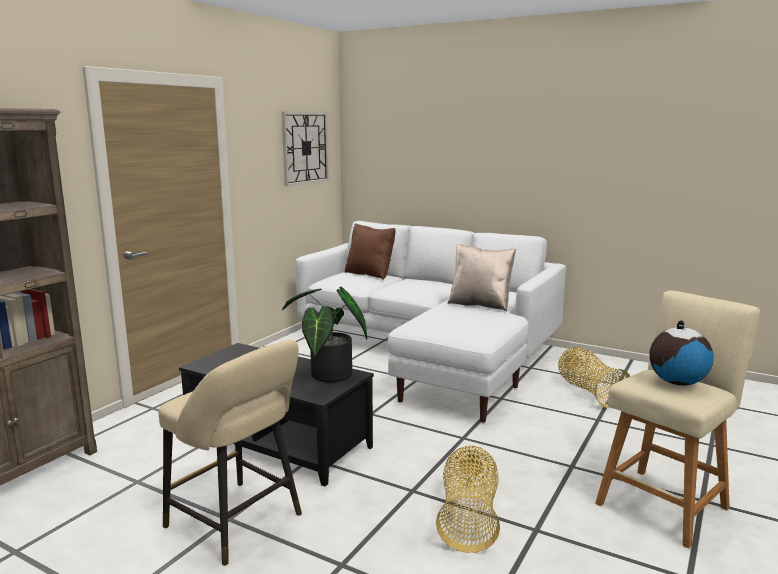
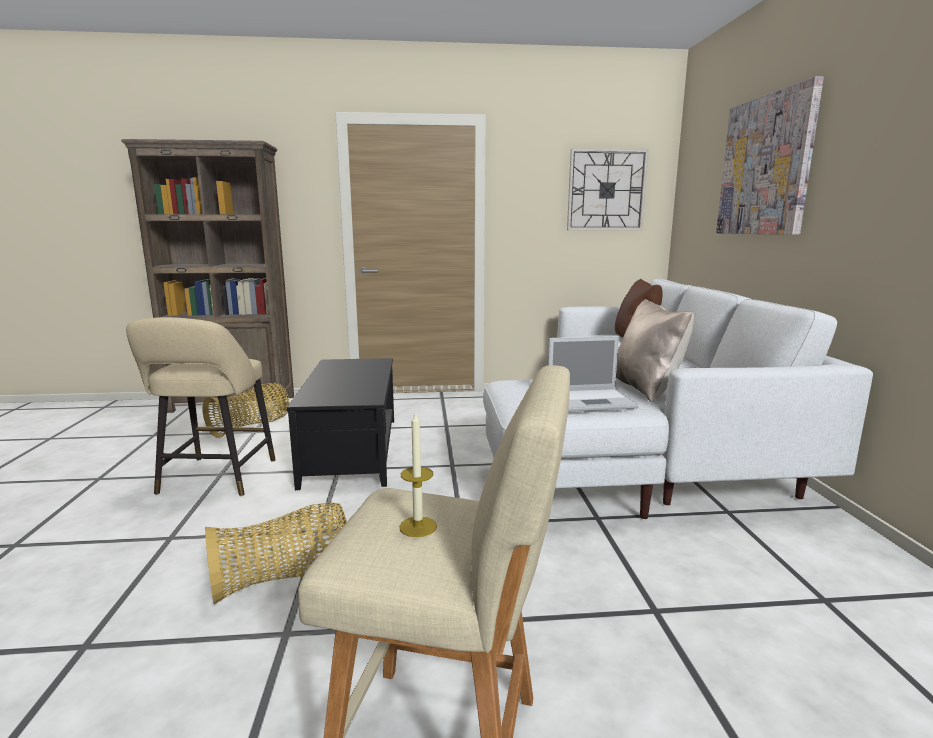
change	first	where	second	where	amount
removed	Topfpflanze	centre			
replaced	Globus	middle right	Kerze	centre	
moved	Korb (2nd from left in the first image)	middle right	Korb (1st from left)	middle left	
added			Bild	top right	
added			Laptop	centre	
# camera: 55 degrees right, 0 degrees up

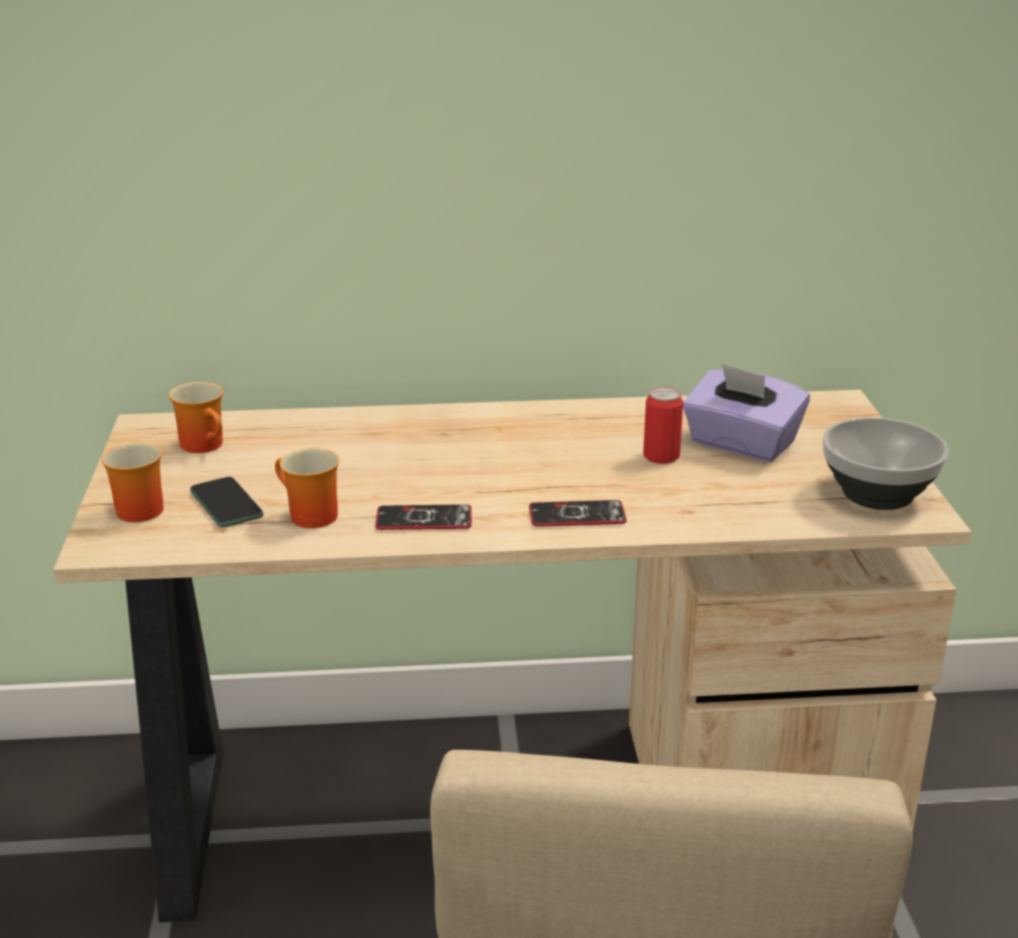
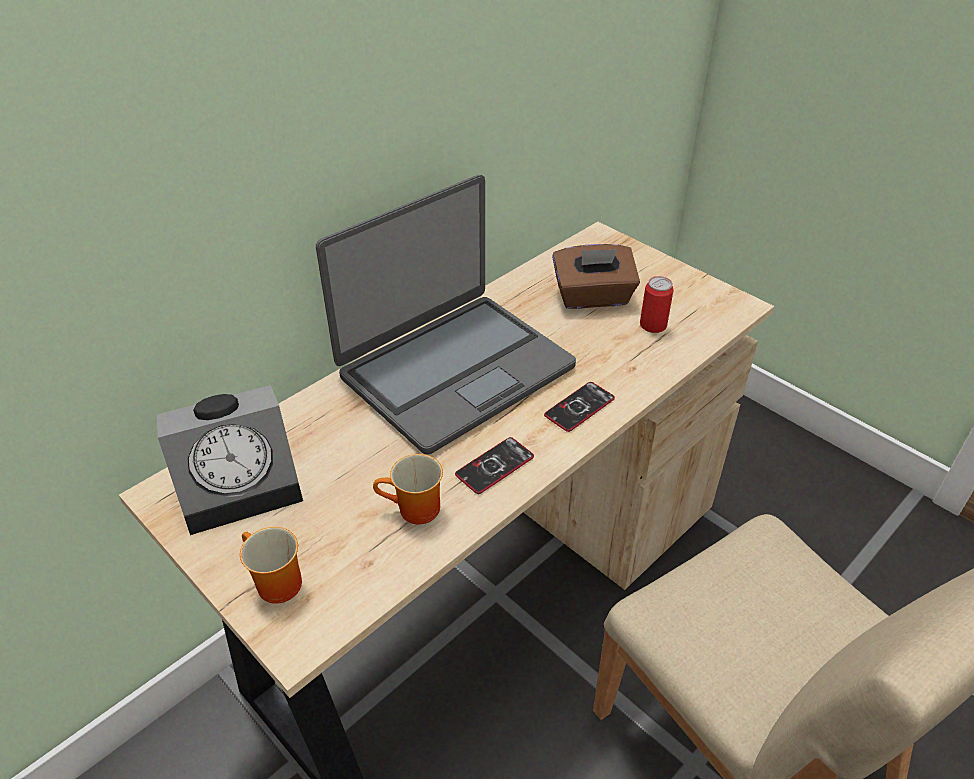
change	first	where	second	where	amount
recoloured	Taschentuchbox/lila	middle right	Taschentuchbox/braun	centre	
replaced	Henkelbecher (2nd from left)	middle left	Wecker	middle left	
moved	Dose	centre		middle right	
removed	Schüssel	middle right			
removed	Handy (1st from left)	middle left			
added			Laptop	centre	
# camera: 40 degrees left, 15 degrees up

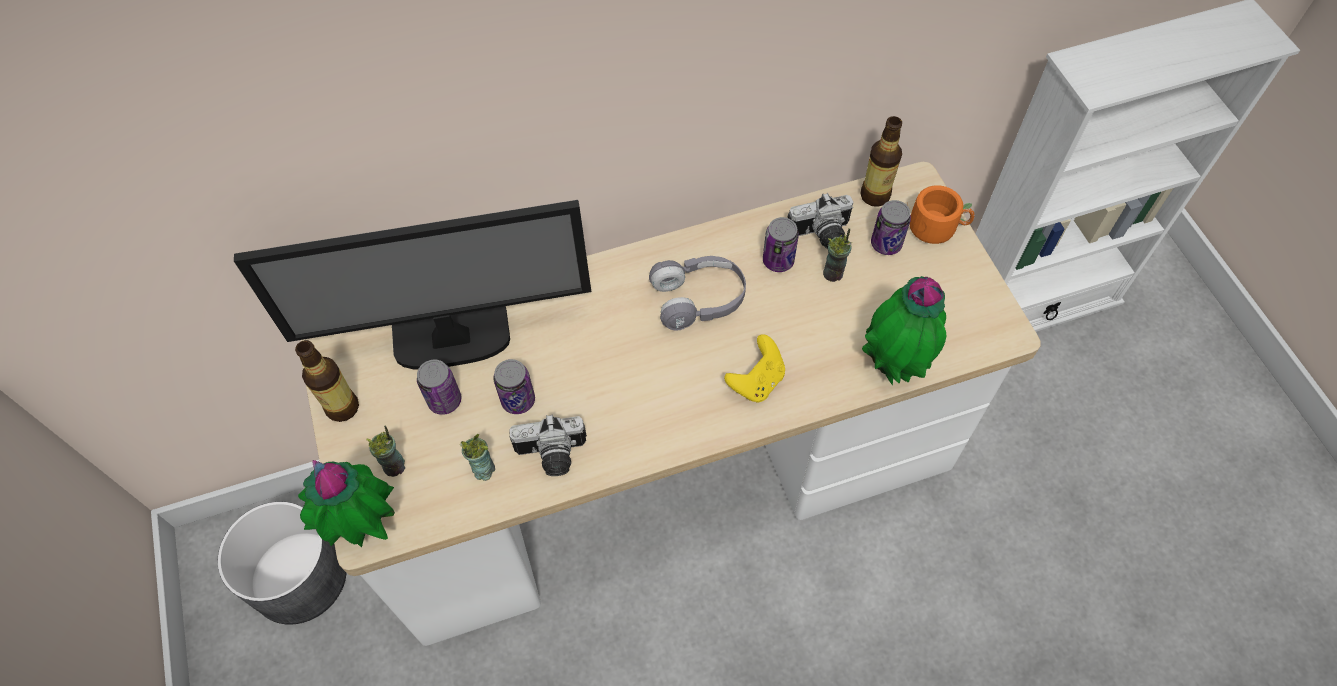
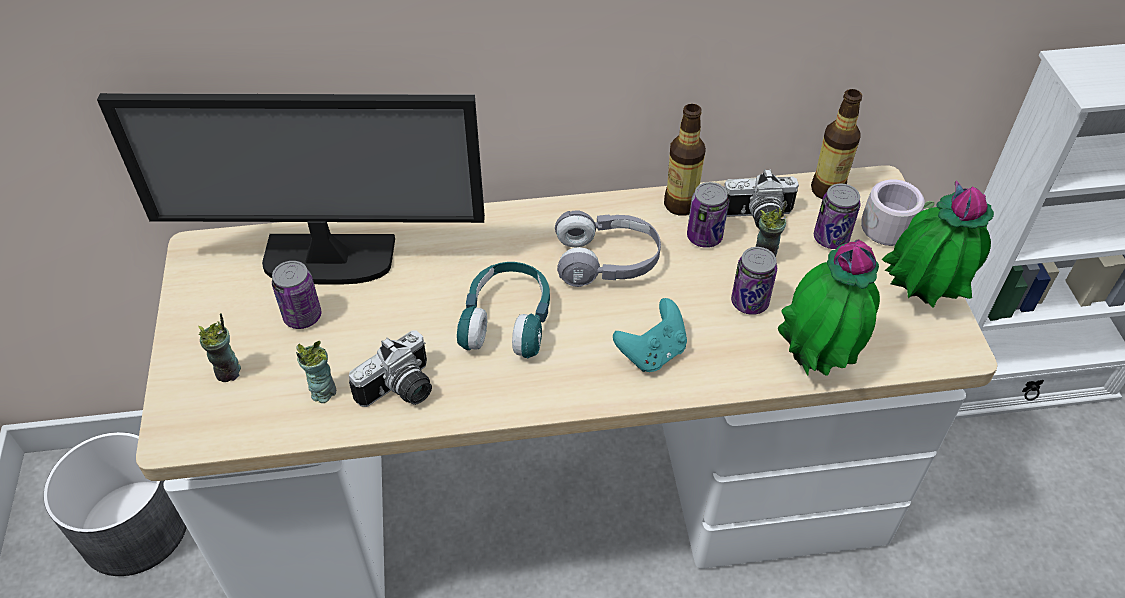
change	first	where	second	where	amount
recoloured	Henkelbecher/orange	top right	Henkelbecher/grau	middle right	
recoloured	Gamepad/gelb	centre	Gamepad/türkis	centre	
moved	Flasche (1st from left)	middle left		top centre	
moved	Dose (2nd from left in the first image)	centre	Dose (3rd from left)	middle right	
turned	Kamera (1st from left)	centre		centre	45 degrees counterclockwise
moved	Topfpflanze (1st from left in the first image)	bottom left	Topfpflanze (2nd from left)	middle right	
added			Kopfhörer/türkis	centre	
# camera: 10 degrees right, 10 degrees down

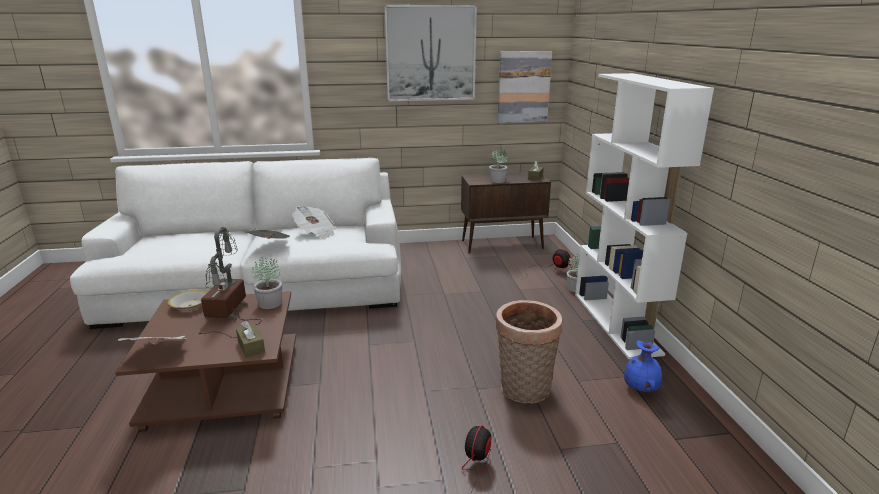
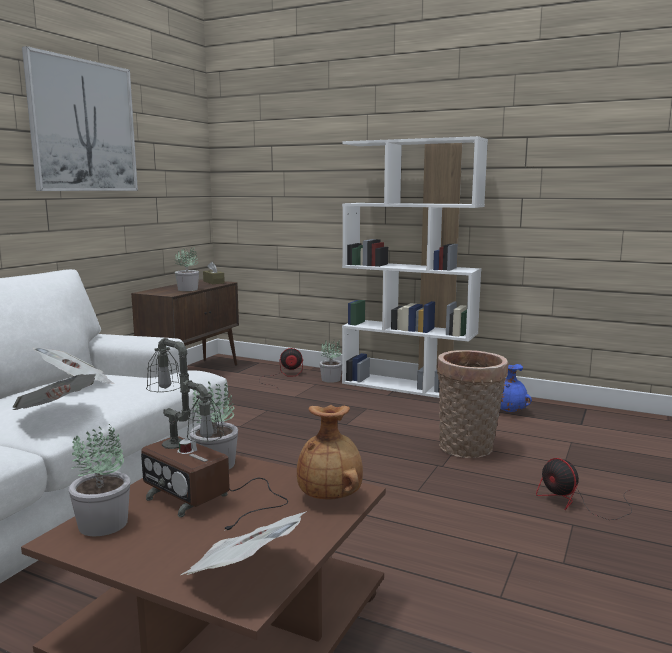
change	first	where	second	where	amount
removed	Bild (2nd from left)	top centre			
replaced	Schüssel	middle left	Topfpflanze (1st from left)	bottom left	
replaced	Taschentuchbox/braun (1st from left)	bottom left	Vase/braun	bottom centre	
# camera: 55 degrees left, 10 degrees down

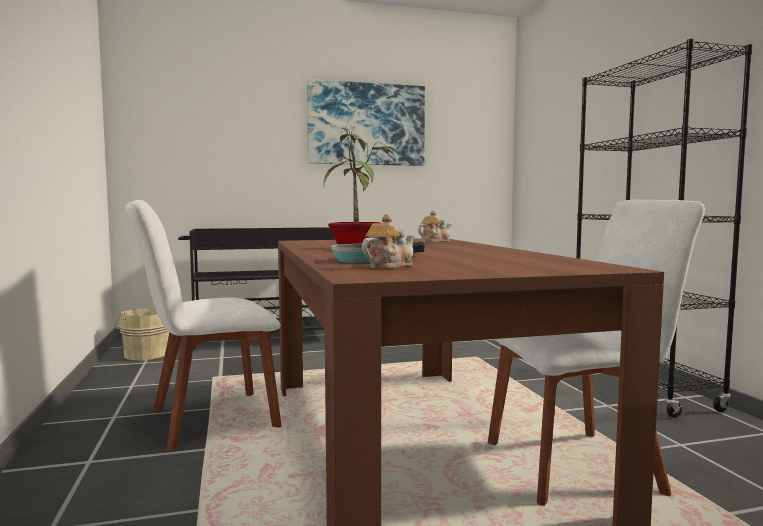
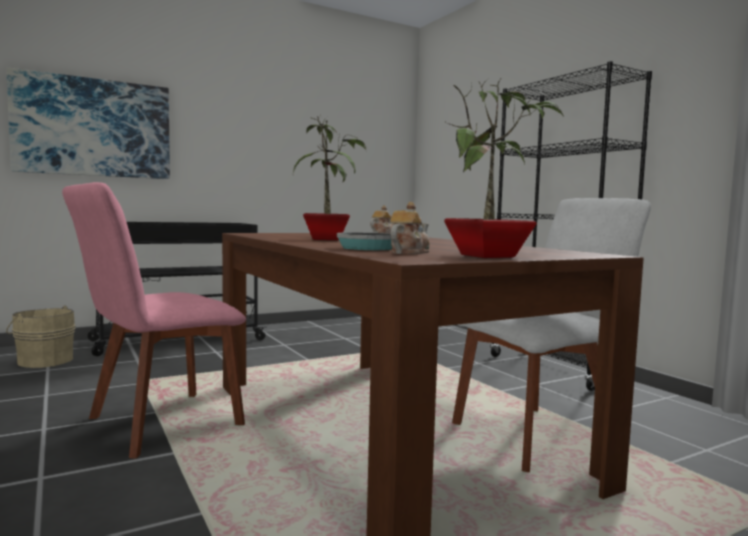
change	first	where	second	where	amount
moved	Bild	top centre		top left	
recoloured	Stuhl/weiß (1st from left)	middle left	Stuhl/rosa	middle left	
added			Topfpflanze (2nd from left)	top right	
# camera: 15 degrees left, 0 degrees up

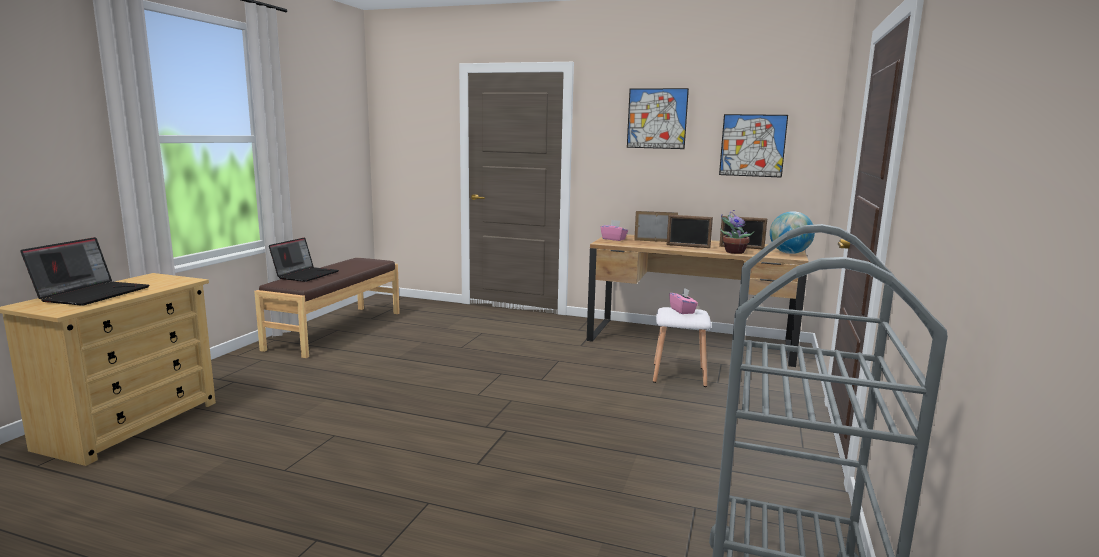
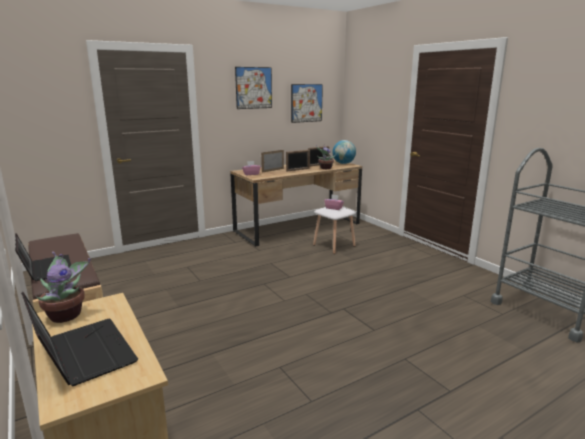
change	first	where	second	where	amount
added			Topfpflanze (1st from left)	middle left	
# camera: 50 degrees left, 5 degrees up

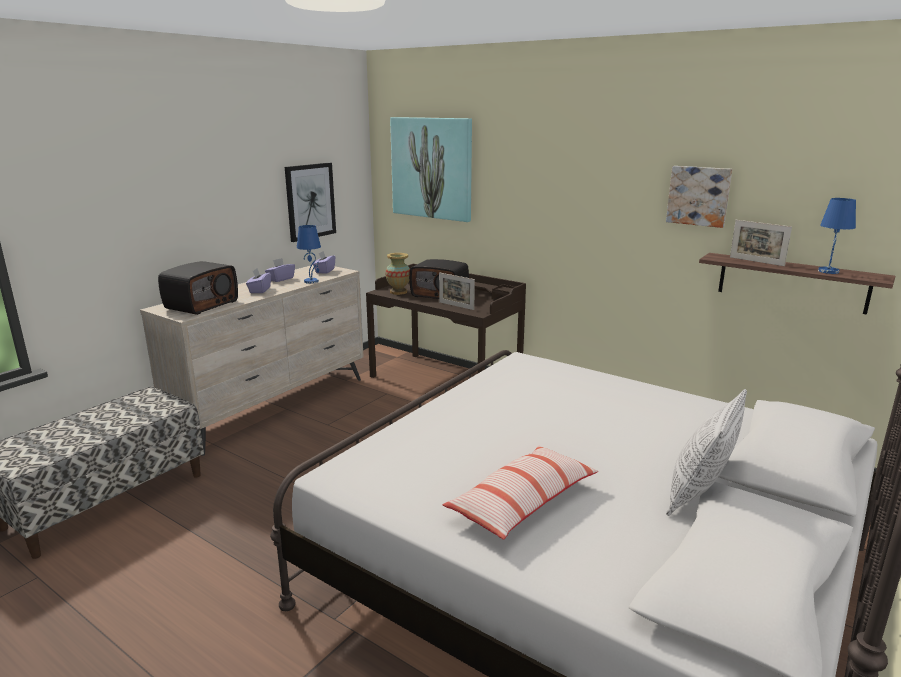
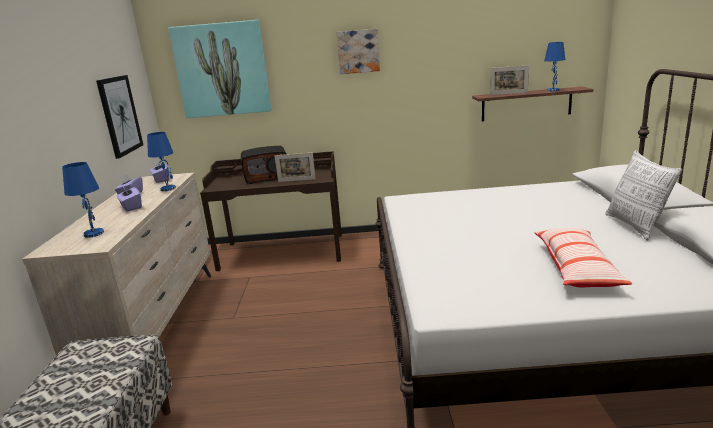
change	first	where	second	where	amount
moved	Bild (3rd from left)	top right		top centre	
removed	Vase	centre			
replaced	Radio (1st from left)	middle left	Tischlampe/blau (1st from left)	middle left	
# camera: 35 degrees left, 0 degrees up

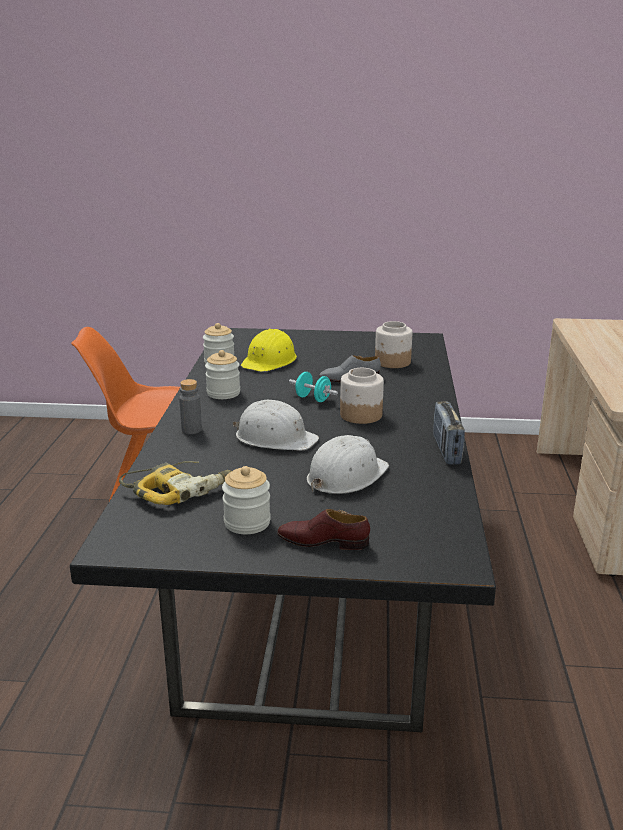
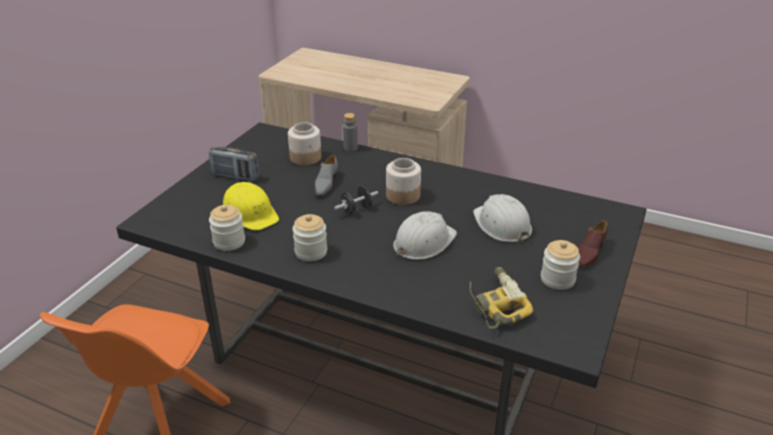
change	first	where	second	where	amount
recoloured	Hantel/türkis	centre	Hantel/schwarz	centre	
moved	Flasche/grau	middle left		top centre	
moved	Radio	middle right		middle left	
# camera: 70 degrees left, 10 degrees up

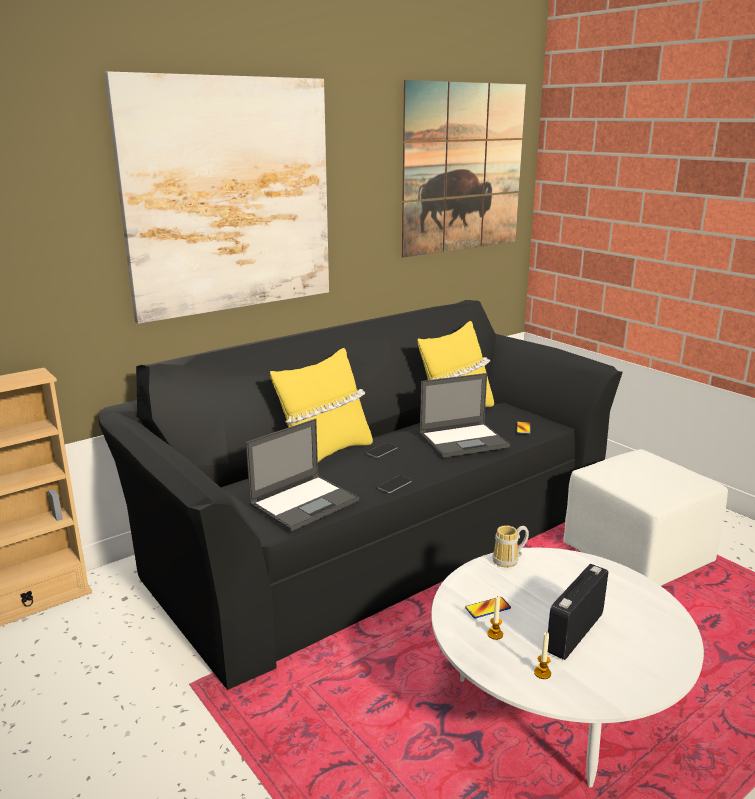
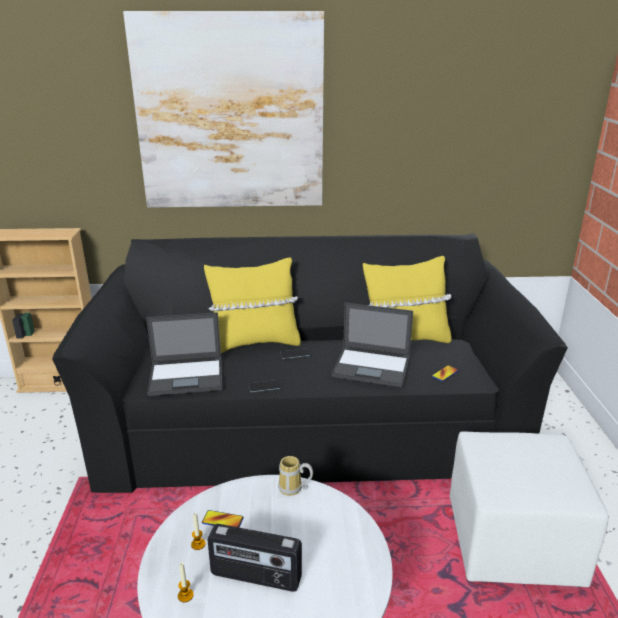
change	first	where	second	where	amount
removed	Bild (2nd from left)	top centre			
turned	Radio	bottom right		bottom centre	150 degrees counterclockwise
# camera: 35 degrees right, 5 degrees up

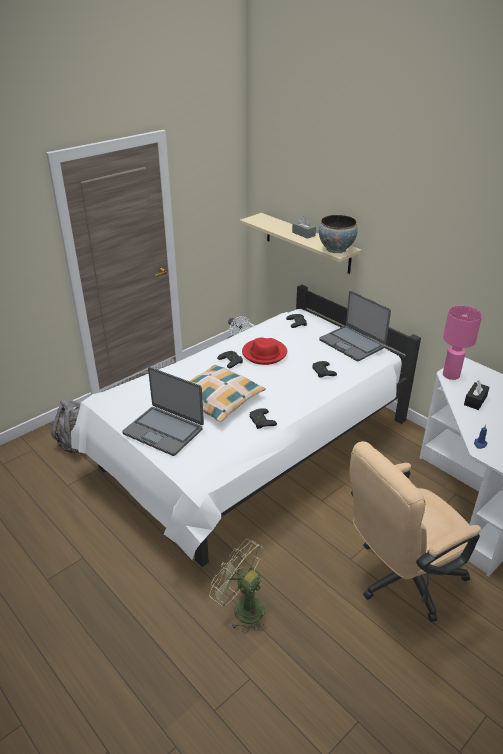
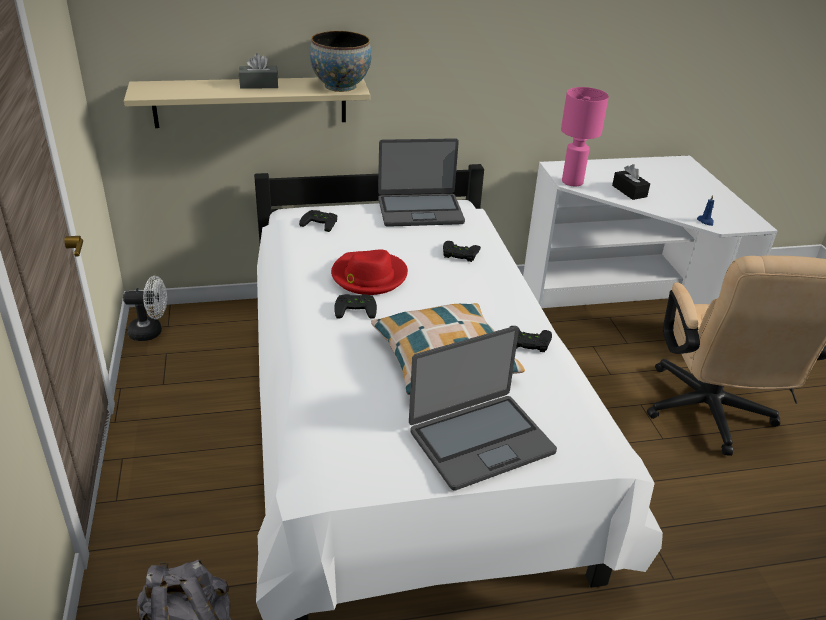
change	first	where	second	where	amount
removed	Ventilator/grün	bottom centre			
# camera: 60 degrees left, 0 degrees up

